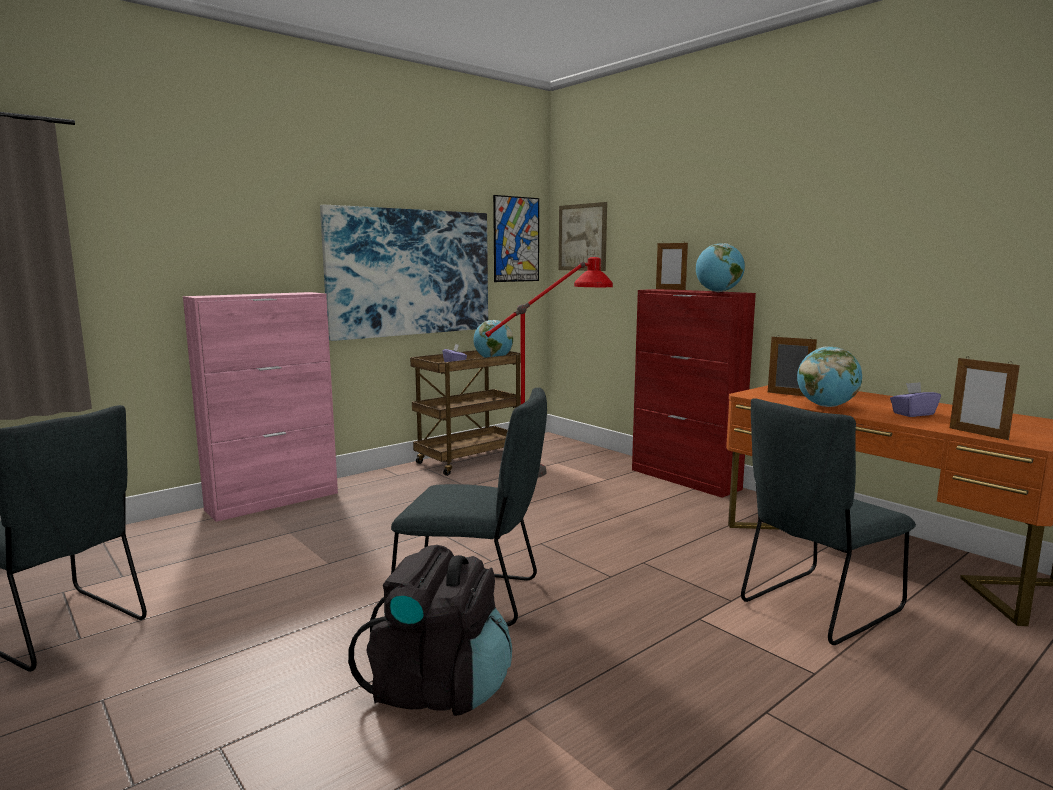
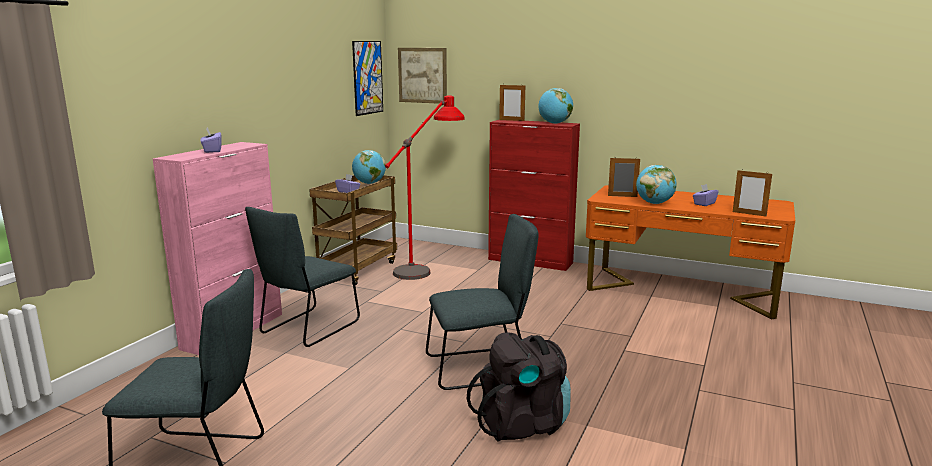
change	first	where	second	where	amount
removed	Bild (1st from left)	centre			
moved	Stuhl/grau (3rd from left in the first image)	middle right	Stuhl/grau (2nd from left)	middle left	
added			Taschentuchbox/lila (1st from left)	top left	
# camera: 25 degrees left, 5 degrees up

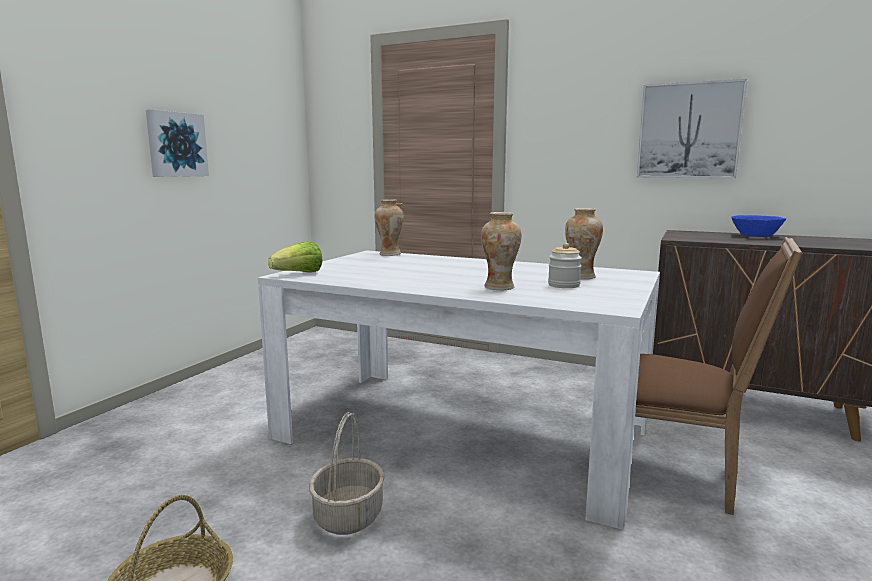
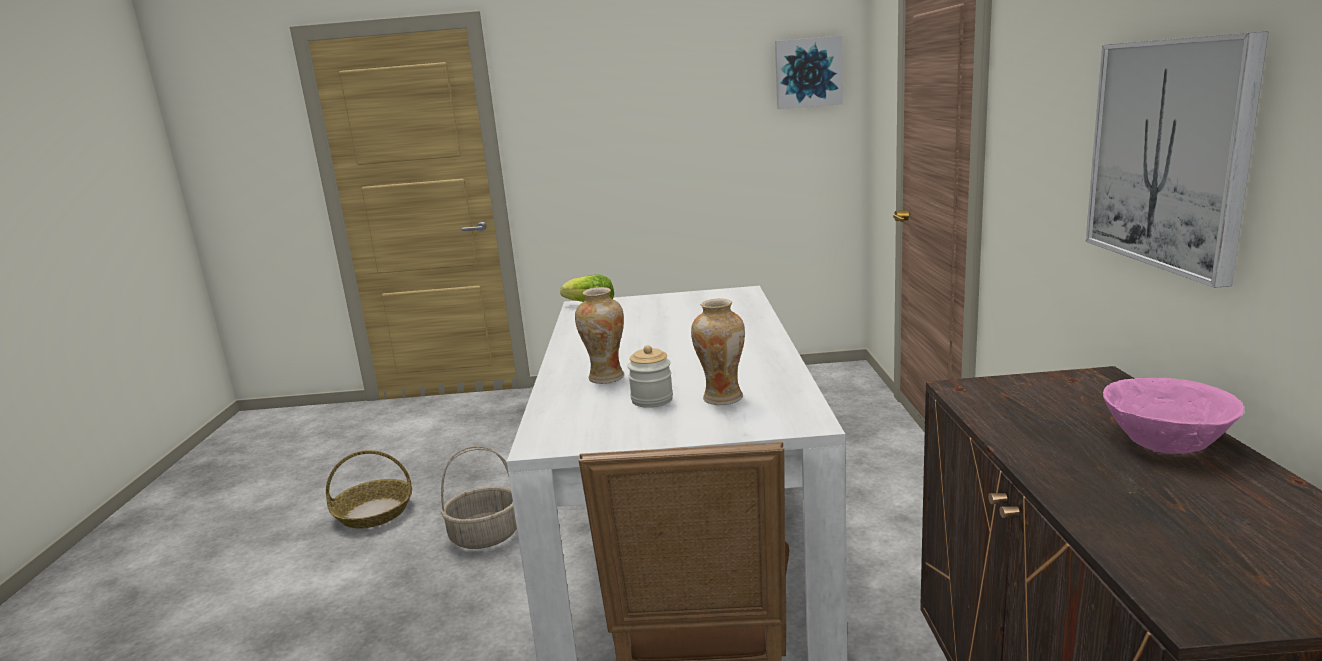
change	first	where	second	where	amount
moved	Bild (1st from left)	top left		top centre	
removed	Vase (1st from left)	centre			
recoloured	Schüssel/blau	middle right	Schüssel/rosa	middle right	
# camera: 65 degrees right, 5 degrees up

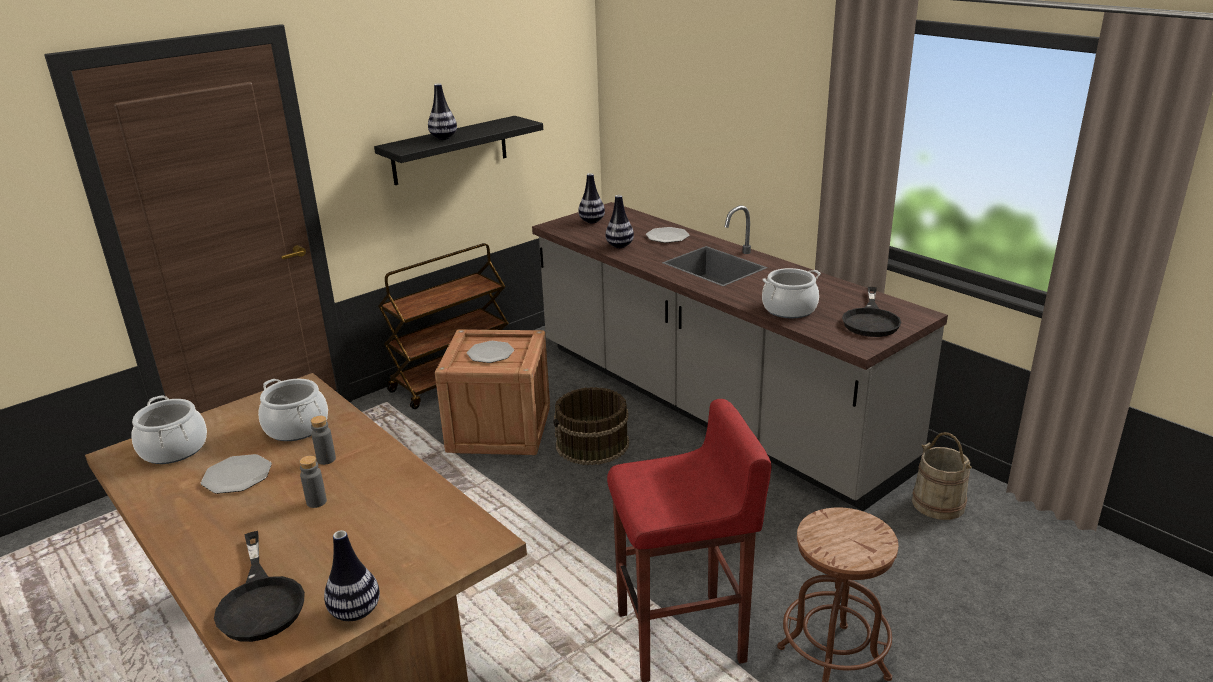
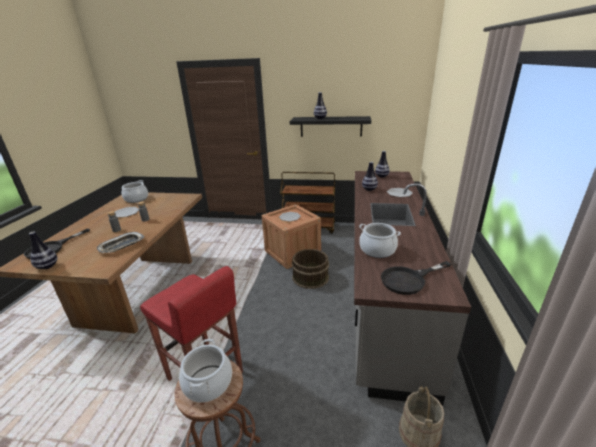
change	first	where	second	where	amount
moved	Kochtopf (2nd from left)	middle left		bottom centre	
added			Tablett	middle left	
# camera: 50 degrees right, 0 degrees up

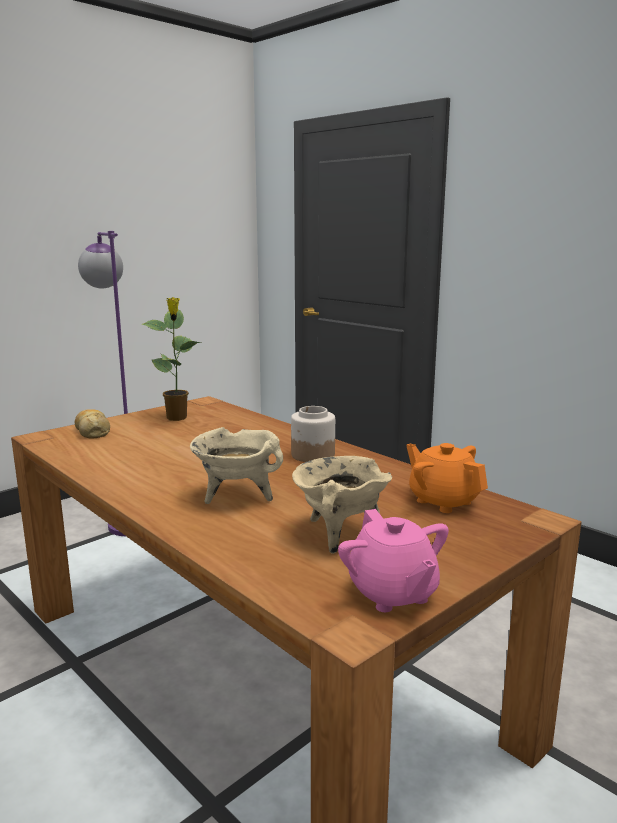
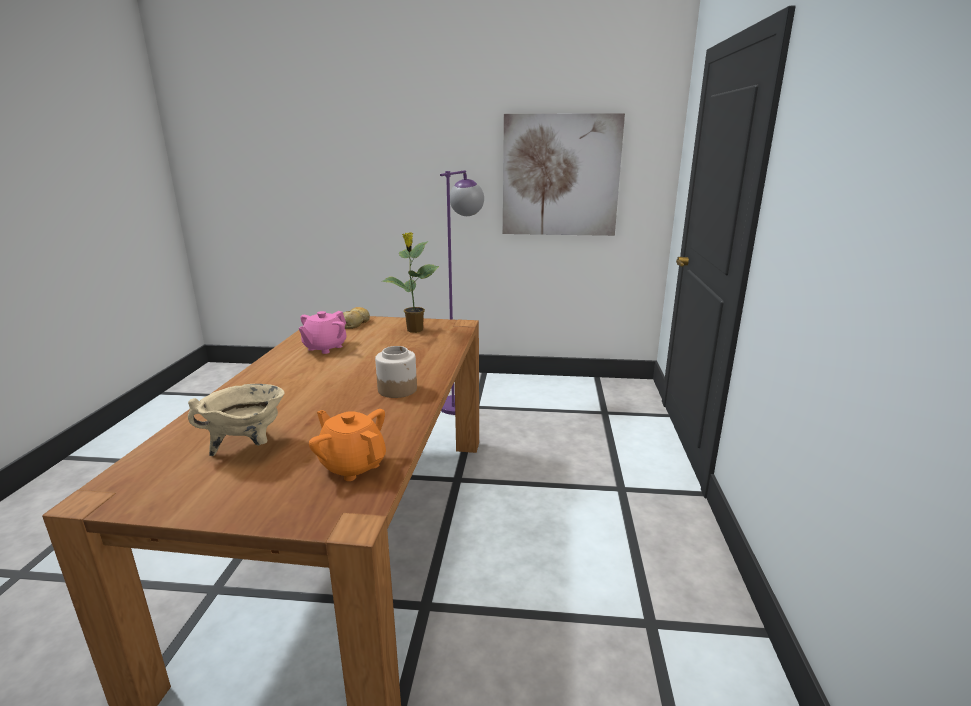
change	first	where	second	where	amount
removed	Kochtopf/beige (1st from left)	centre			
turned	Teekanne/orange	middle right		centre	60 degrees counterclockwise
moved	Teekanne/rosa	bottom centre		middle left	
added			Bild	top centre	
# camera: 50 degrees right, 5 degrees up

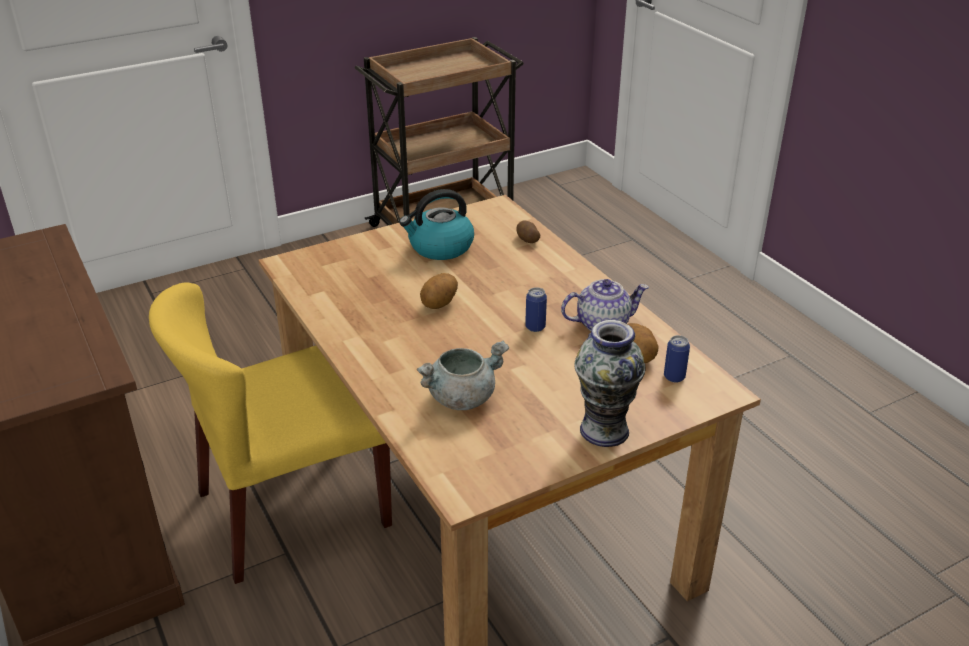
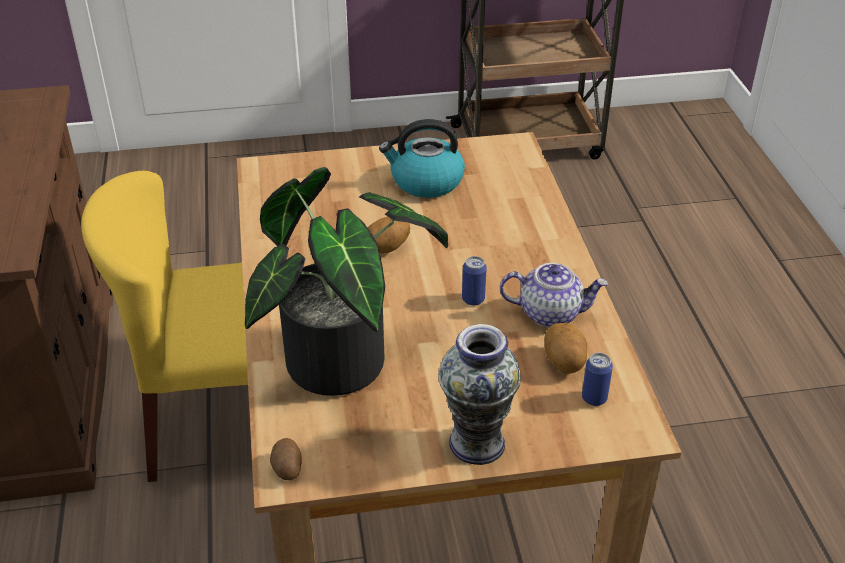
change	first	where	second	where	amount
moved	Kartoffel (2nd from left in the first image)	centre	Kartoffel (1st from left)	bottom centre	
replaced	Kochtopf/grau	centre	Topfpflanze	centre	
# camera: 20 degrees right, 5 degrees up

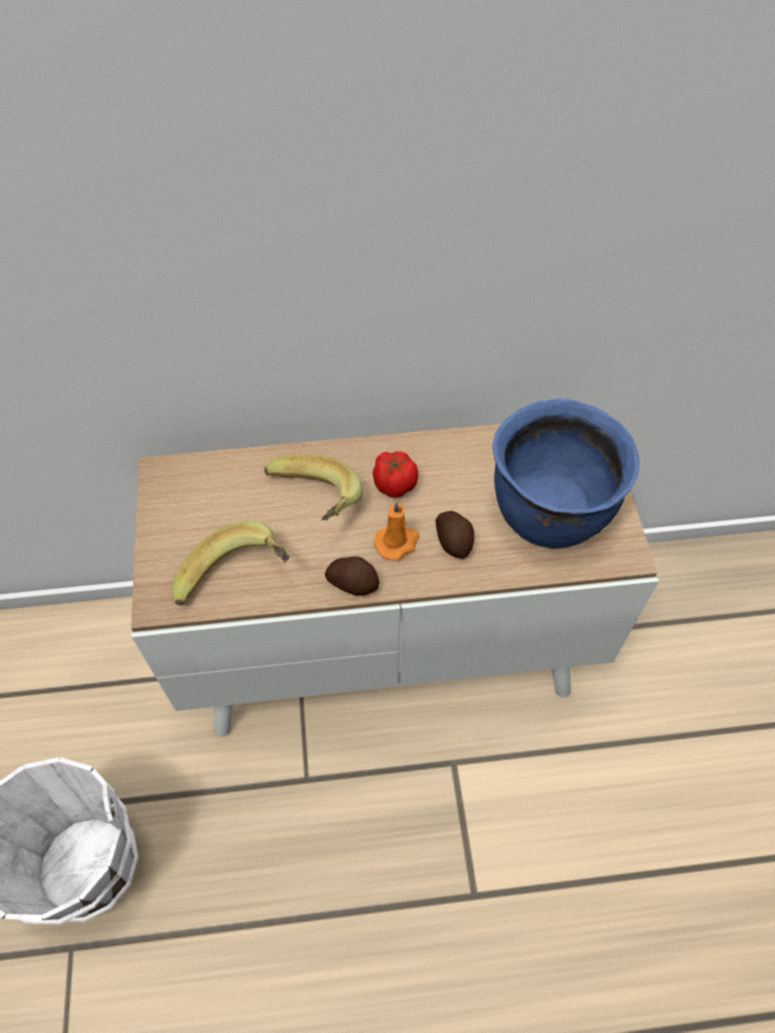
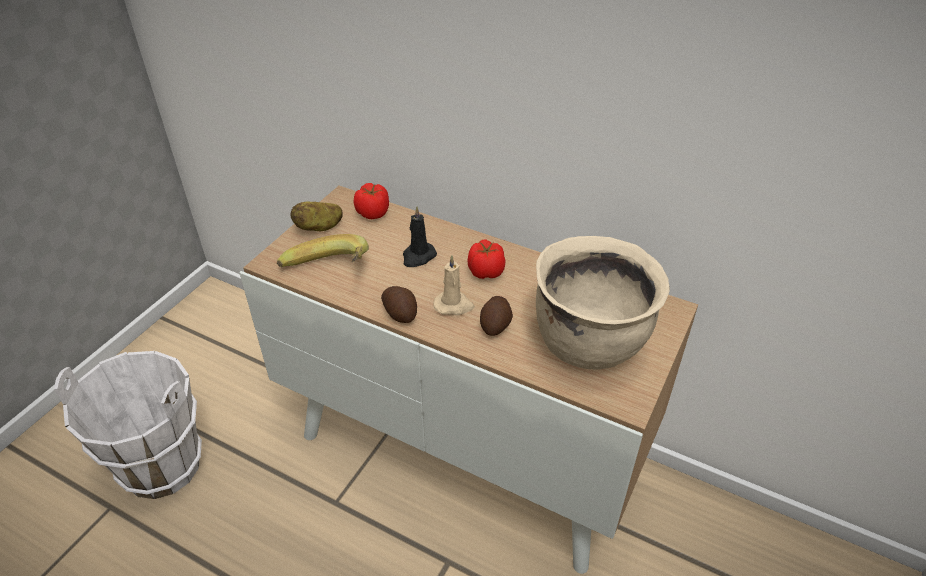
change	first	where	second	where	amount
recoloured	Kochtopf/blau	middle right	Kochtopf/beige	centre	
replaced	Banane (2nd from left)	centre	Kerze/schwarz	centre	
recoloured	Kerze/orange	centre	Kerze/beige	centre	
added			Tomate (1st from left)	centre	
added			Kartoffel (1st from left)	centre	
# camera: 35 degrees right, 15 degrees down

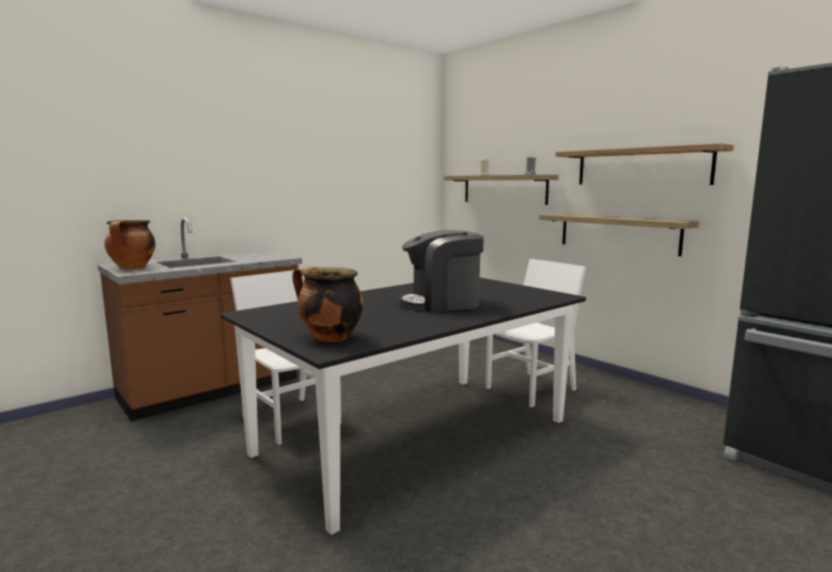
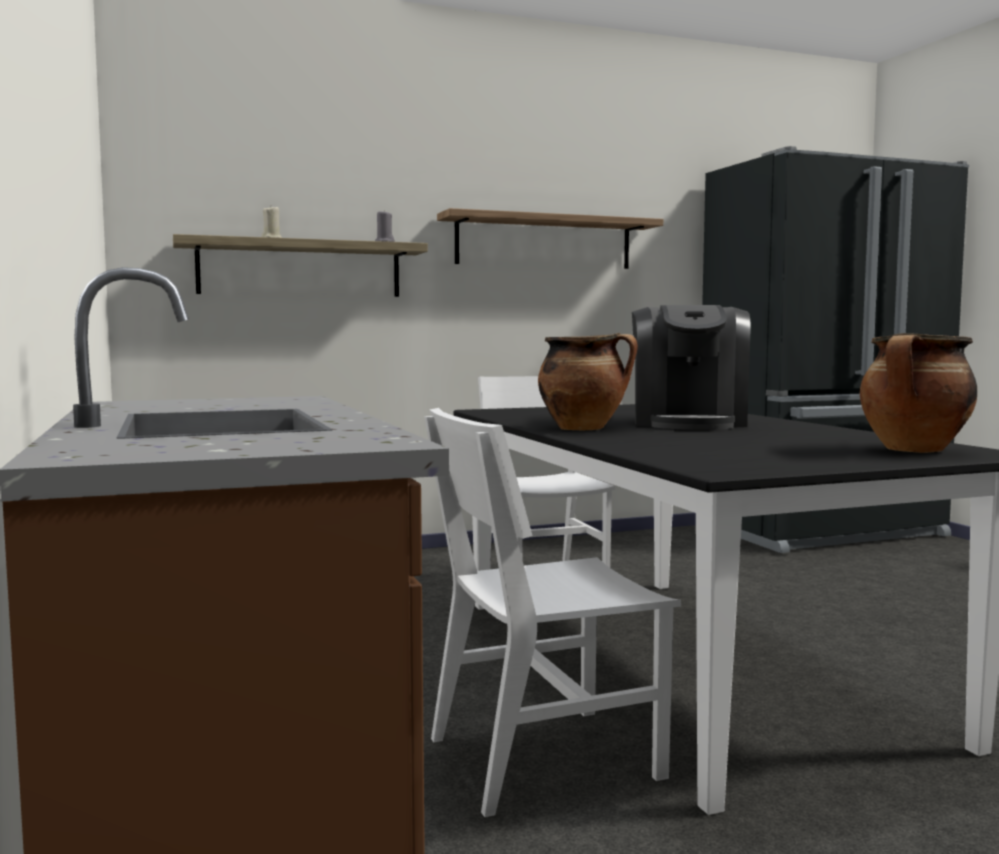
change	first	where	second	where	amount
removed	Wandregal (2nd from left)	middle right			
moved	Kochtopf (1st from left)	middle left		centre	
# camera: 70 degrees left, 5 degrees down

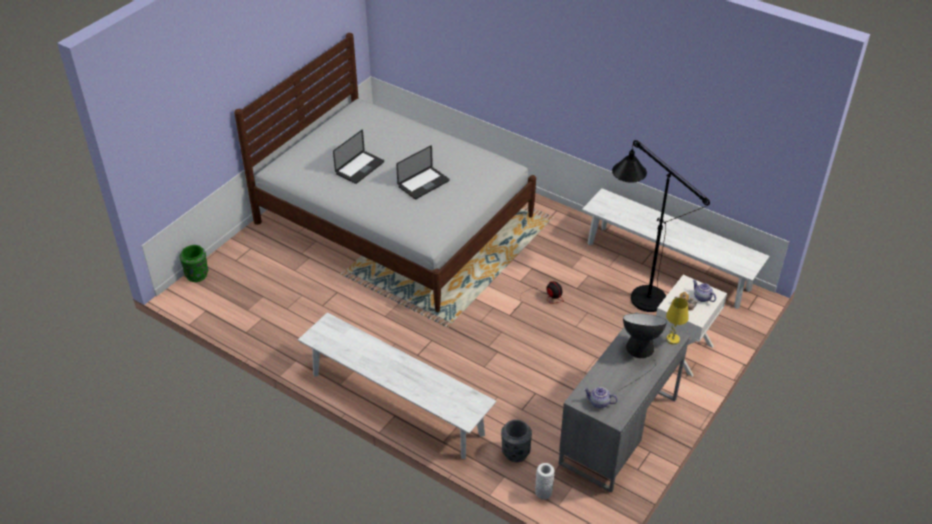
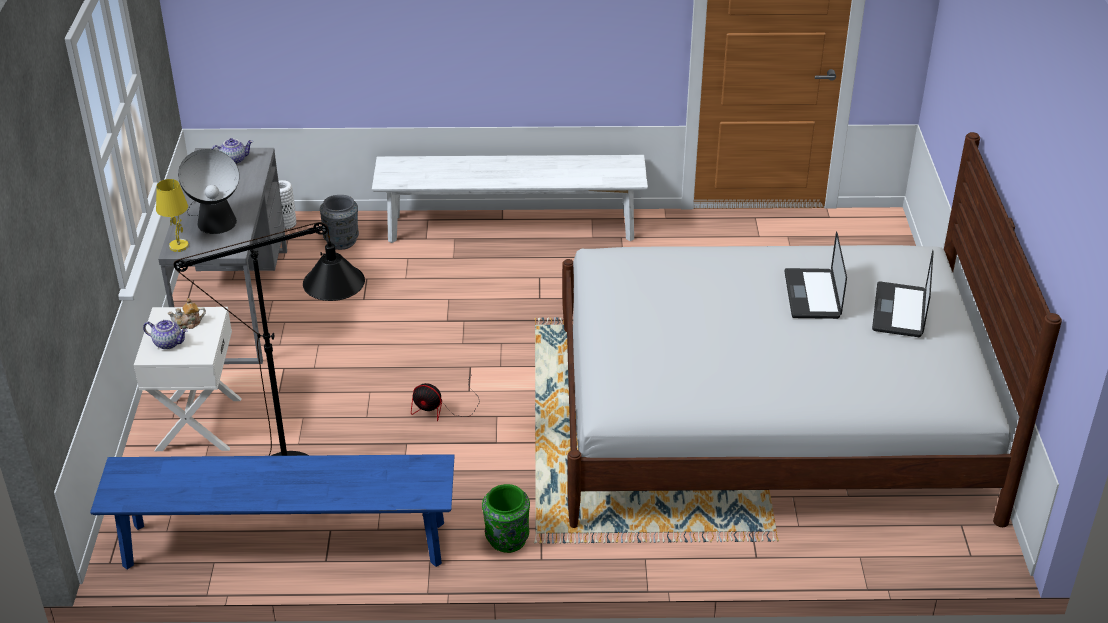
change	first	where	second	where	amount
moved	Laptop (2nd from left)	top centre		middle right	
recoloured	Bank/weiß (2nd from left)	middle right	Bank/blau	bottom left	
moved	Vase/grün	middle left		bottom centre	
# camera: 145 degrees right, 5 degrees down

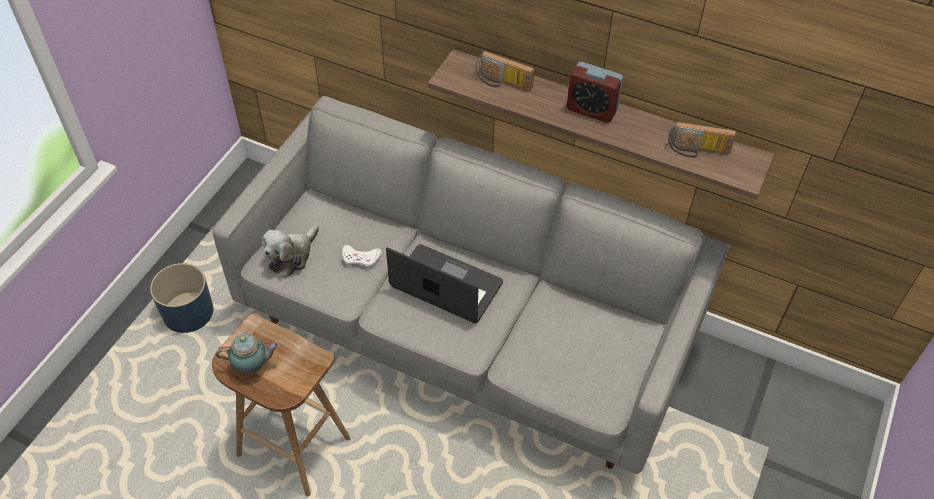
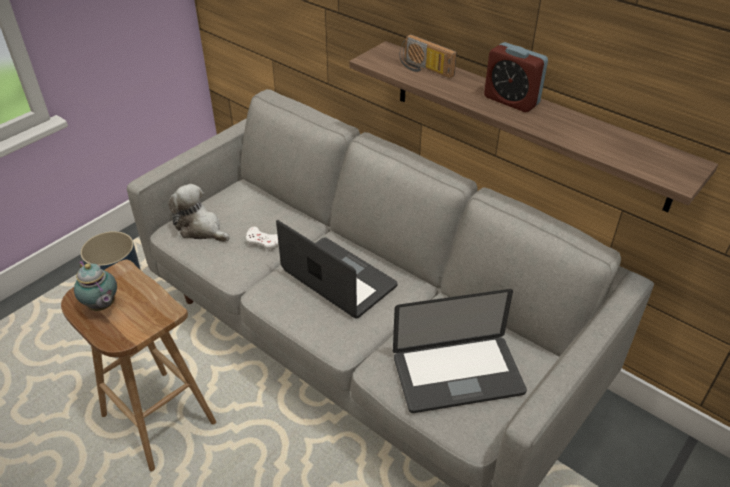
change	first	where	second	where	amount
removed	Radio (2nd from left)	top right			
turned	Plüschtier	middle left		middle left	75 degrees clockwise
turned	Teekanne	bottom left		middle left	45 degrees clockwise
added			Laptop (2nd from left)	bottom centre	
# camera: 15 degrees right, 10 degrees down

